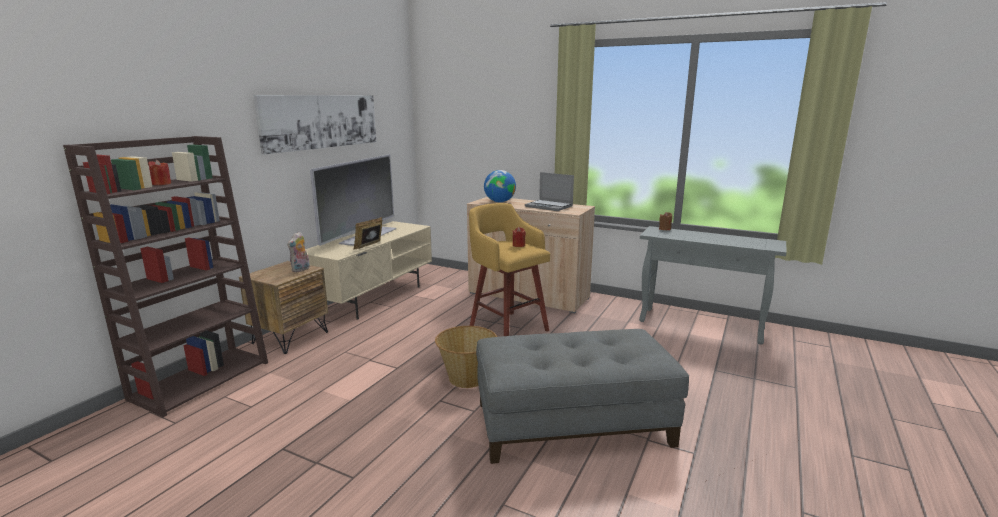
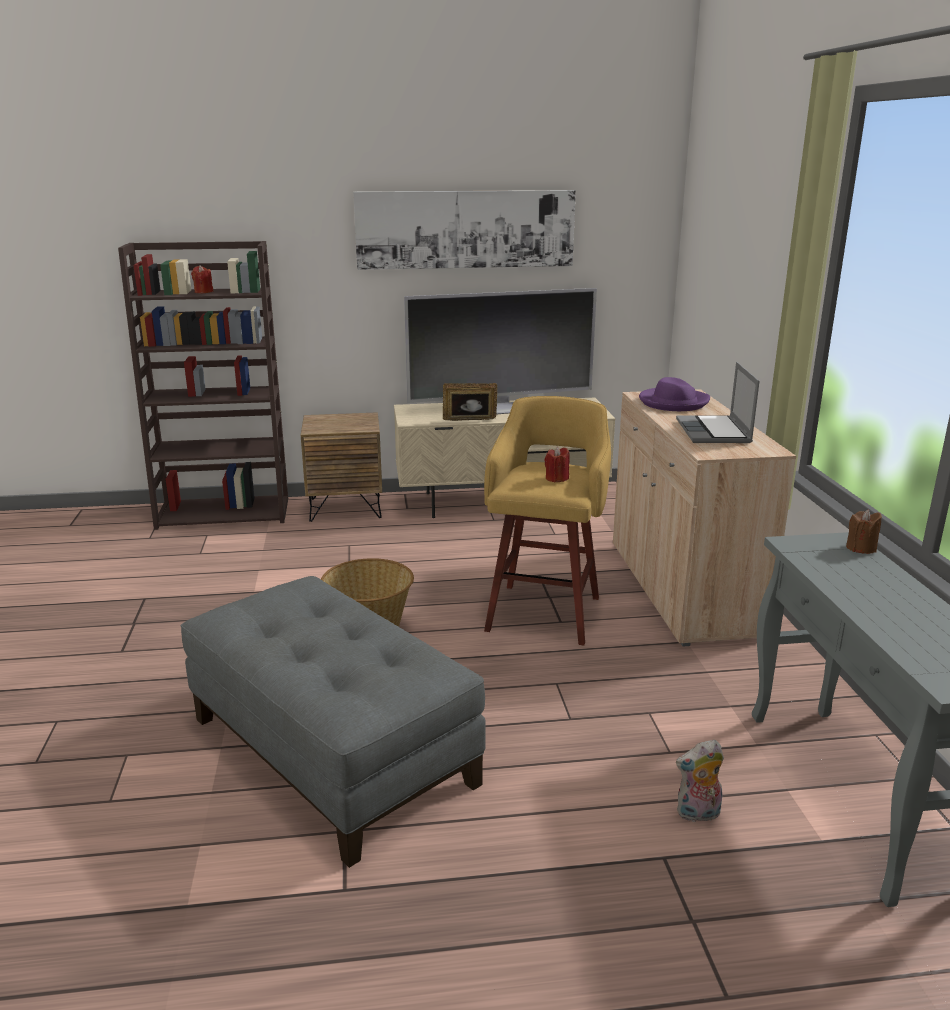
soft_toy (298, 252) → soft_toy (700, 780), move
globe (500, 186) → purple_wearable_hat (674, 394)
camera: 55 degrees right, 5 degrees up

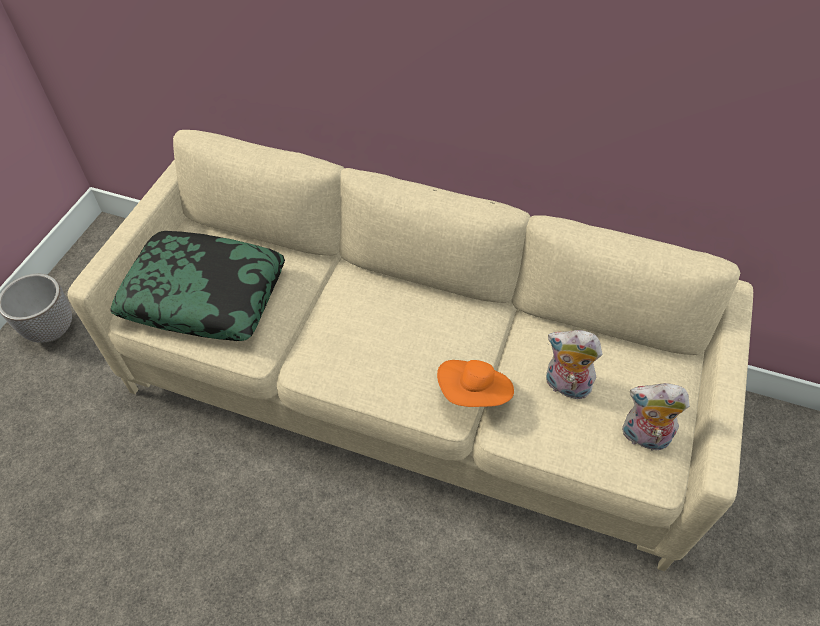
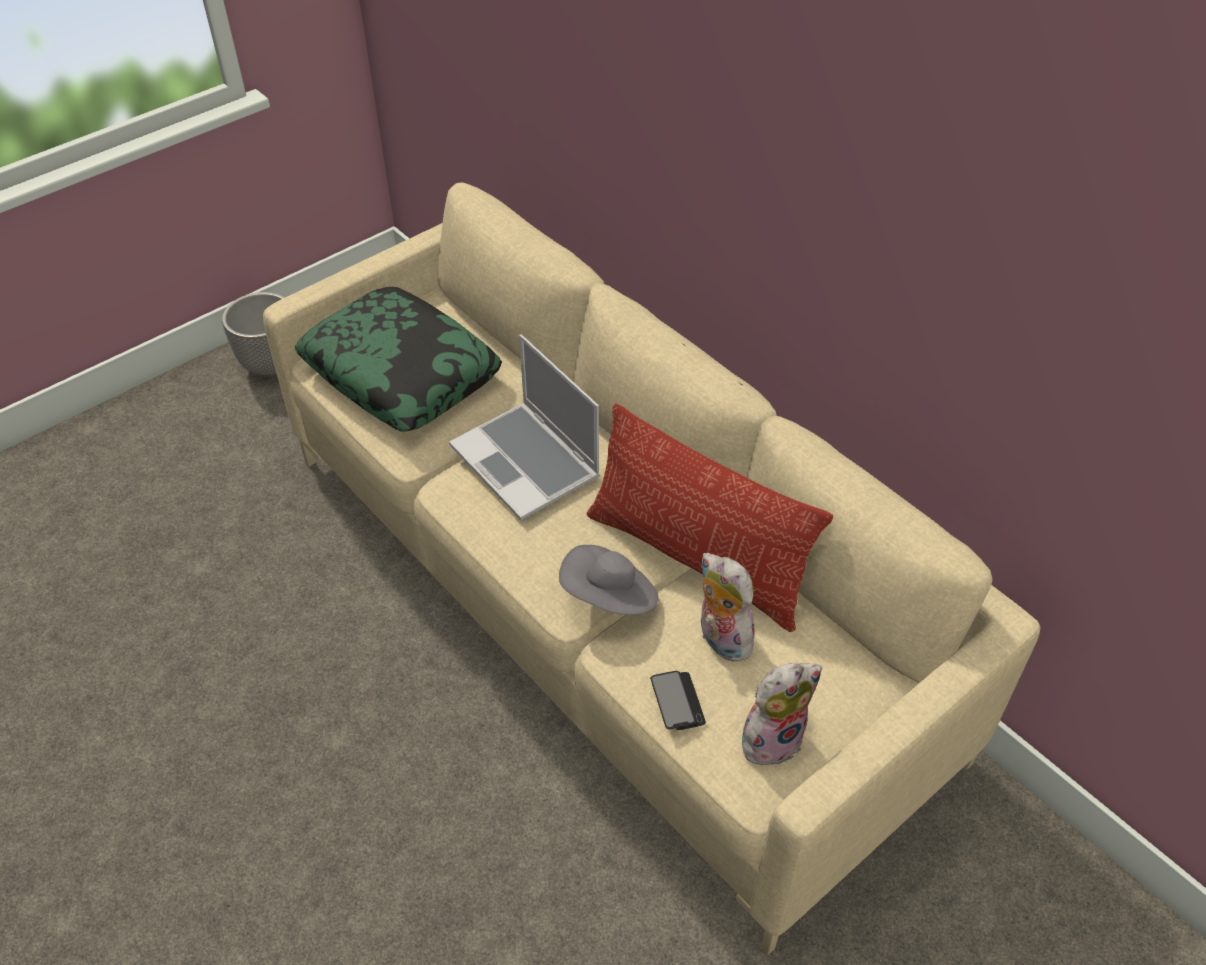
- → portable_computer (524, 427)
- → pillow (710, 517)
- → handset (678, 700)
orange-coloured_wearable_hat (475, 383) → greyish_wearable_hat (608, 580)
soft_toy (656, 416) → soft_toy (782, 714), 105 degrees clockwise
camera: 30 degrees right, 5 degrees down

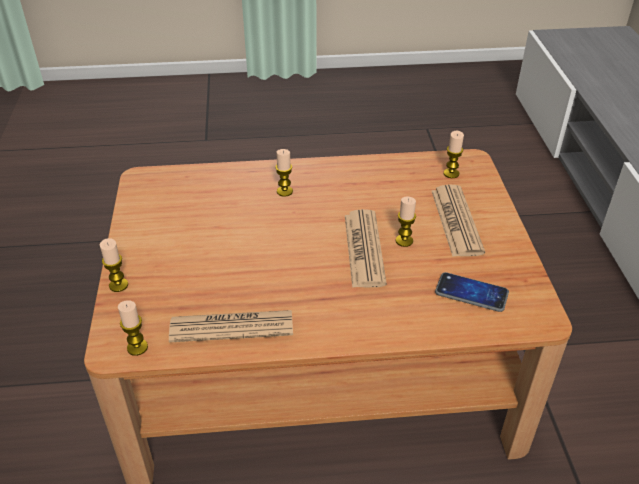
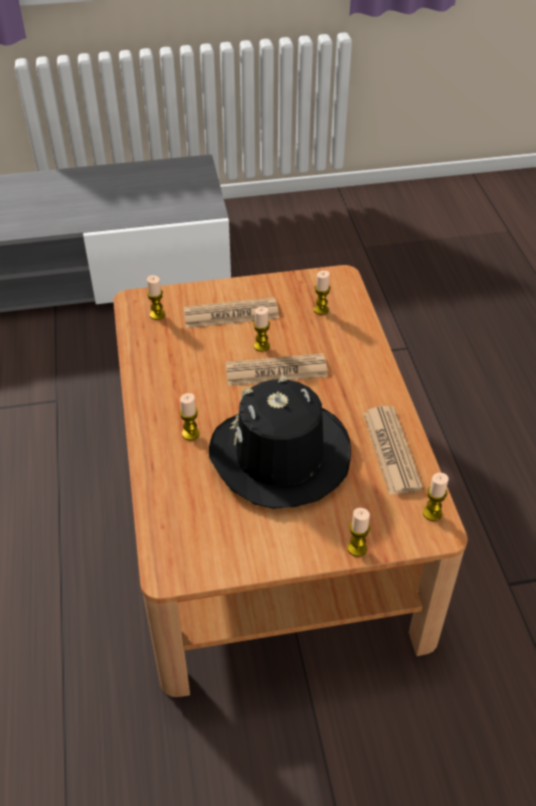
- → blackish_wearable_hat (280, 442)
handset (472, 292) → wax_light (322, 292)
camera: 95 degrees left, 5 degrees up

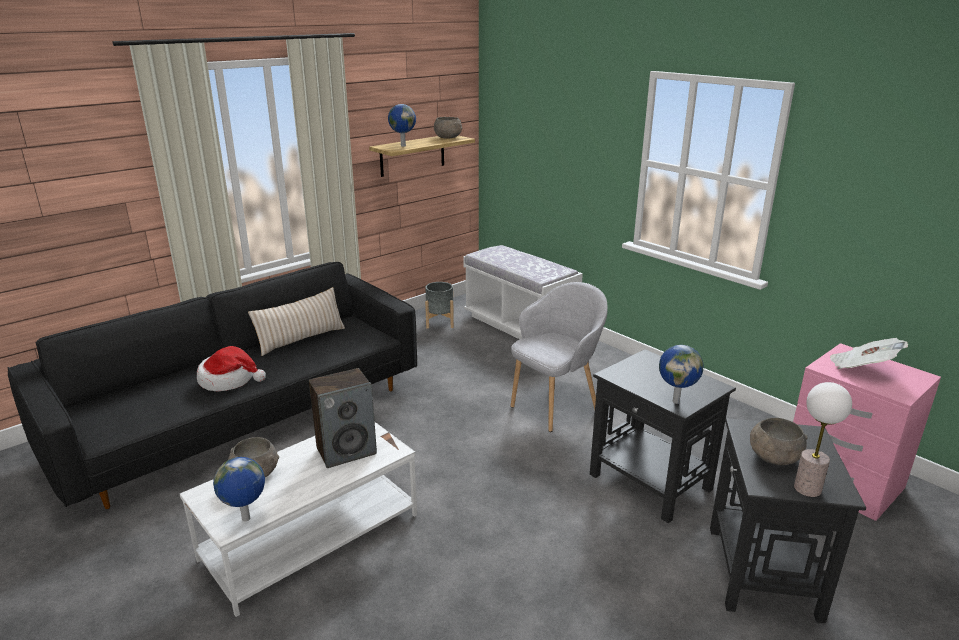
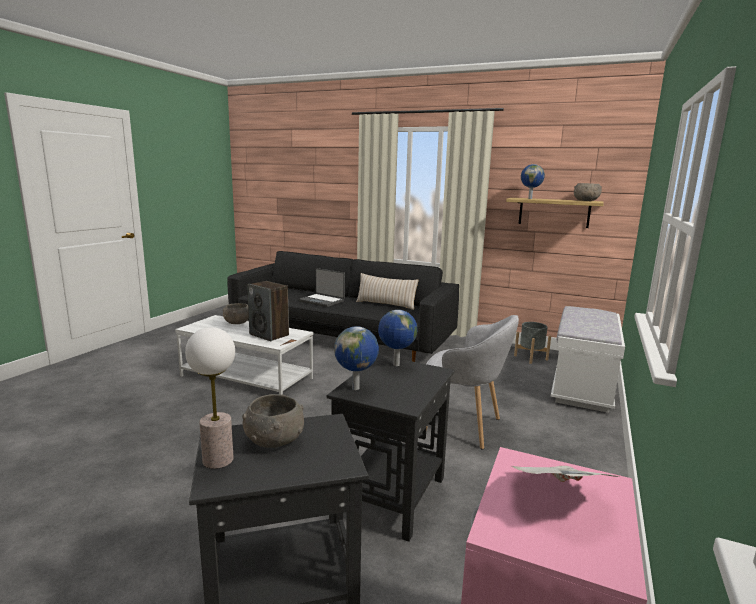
globe (239, 489) → globe (397, 338), move
wearable_hat (231, 368) → portable_computer (321, 287)
camera: 65 degrees right, 10 degrees down

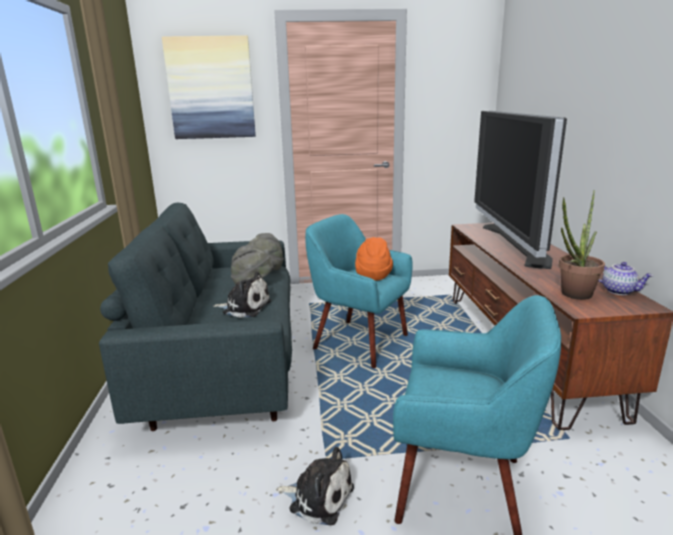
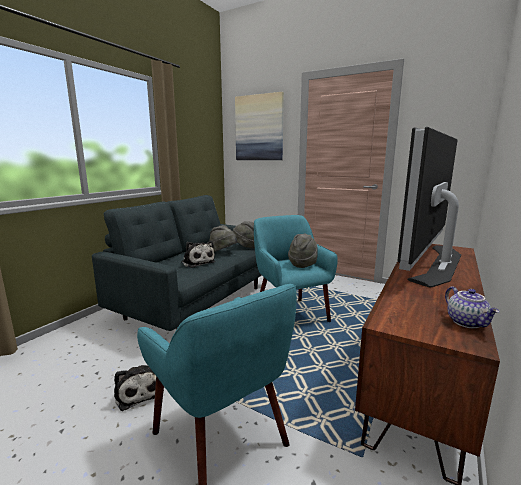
houseplant (582, 245) → -
orange-coloured_wearable_hat (374, 259) → greyish_wearable_hat (303, 250)
camera: 35 degrees right, 5 degrees down

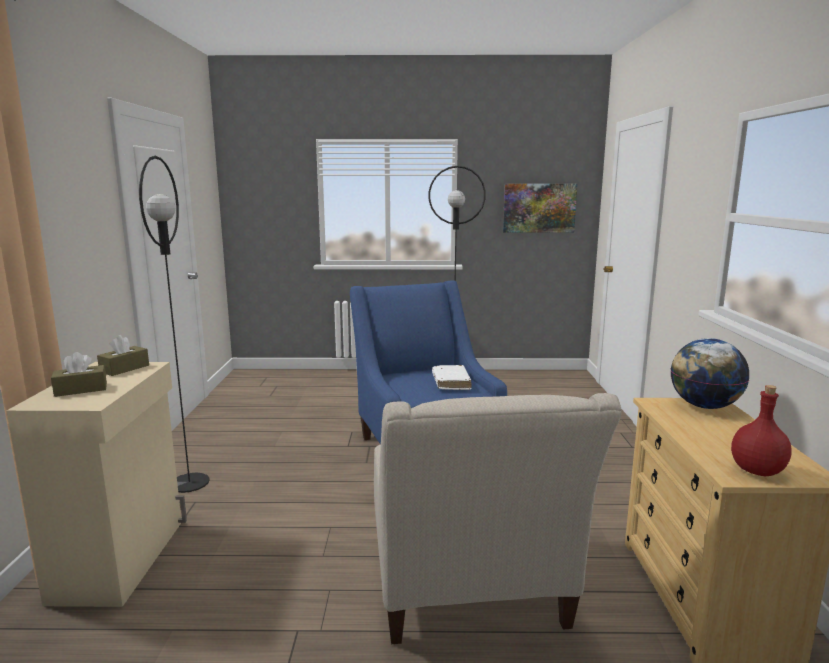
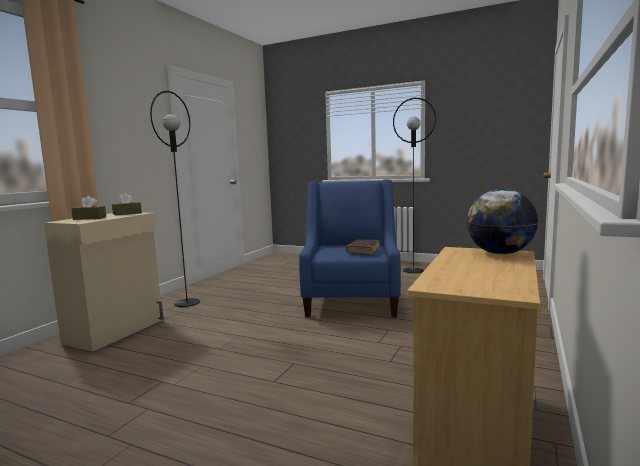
beige_easy_chair (498, 518) → -
wall_art (540, 208) → -
reddish_beverage_bottle (761, 430) → -
white_volume (452, 377) → brown-coloured_volume (363, 247)
camera: 25 degrees right, 5 degrees down

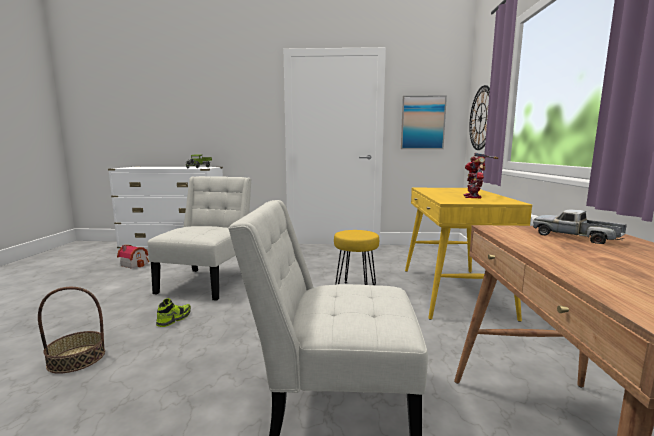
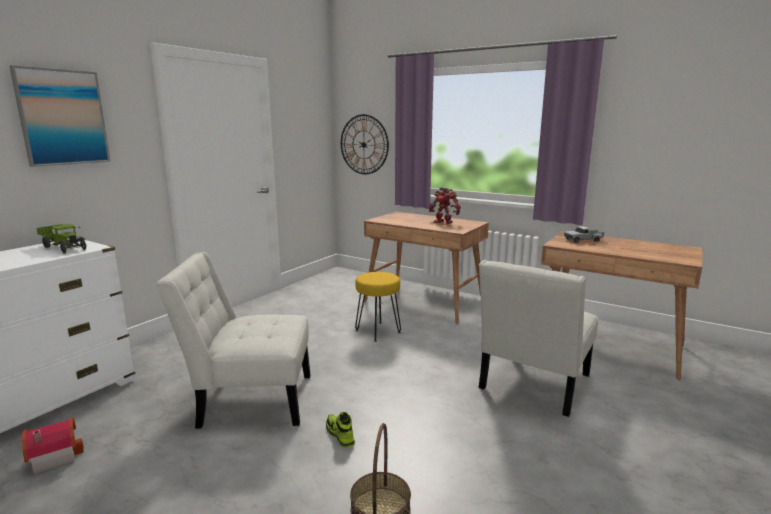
wall_art (424, 122) → wall_art (60, 116), move
yellow_desk (468, 255) → brown-coloured_desk (426, 268)
white_upright_chair (200, 238) → white_upright_chair (233, 340), 45 degrees counterclockwise
camera: 60 degrees left, 5 degrees up

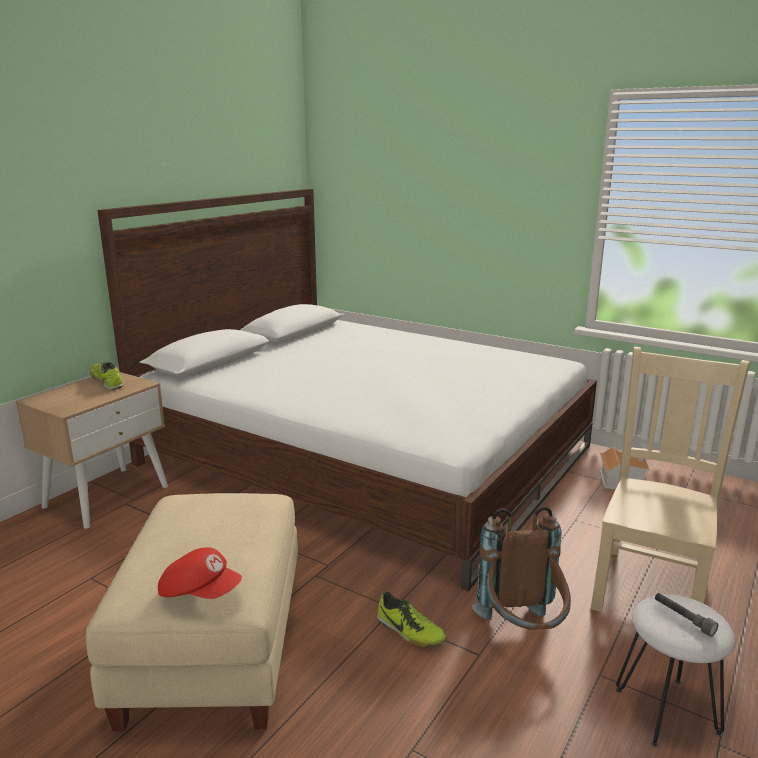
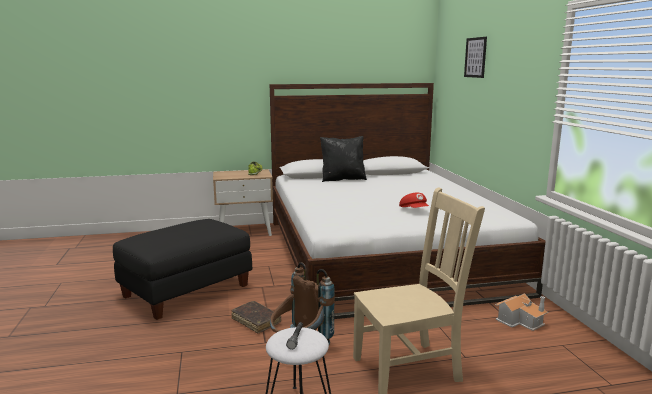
- → blackish_pillow (343, 159)
- → wall_art (475, 57)
reddish_peaked_cap (200, 573) → reddish_peaked_cap (414, 200), move
shoe (411, 619) → brown-coloured_volume (256, 317)
beige_ottoman (192, 612) → blackish_ottoman (182, 269)
camera: 45 degrees right, 5 degrees down

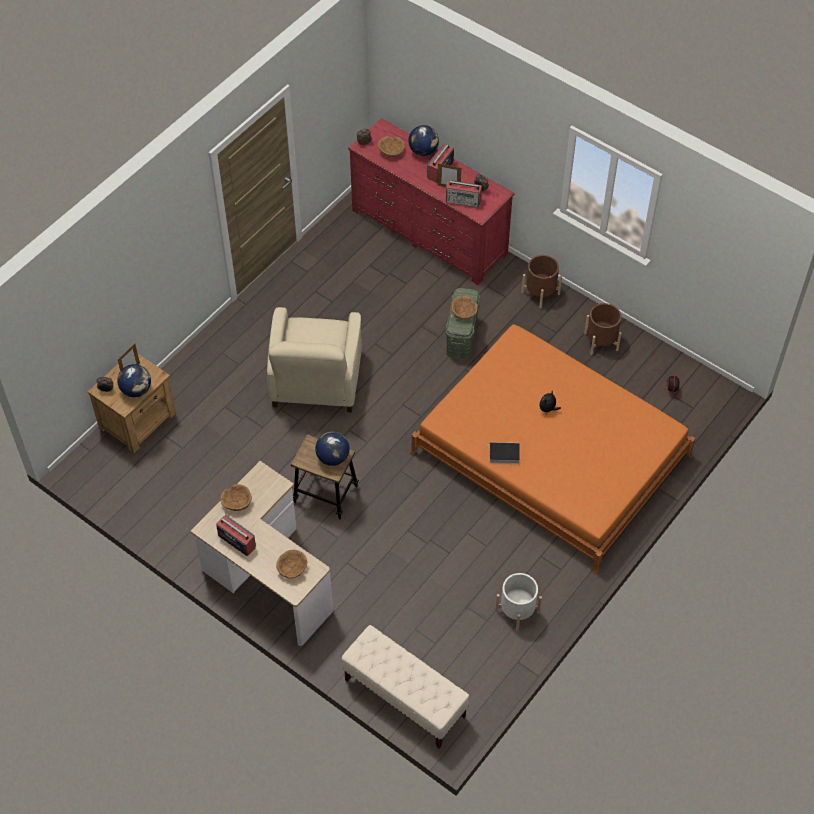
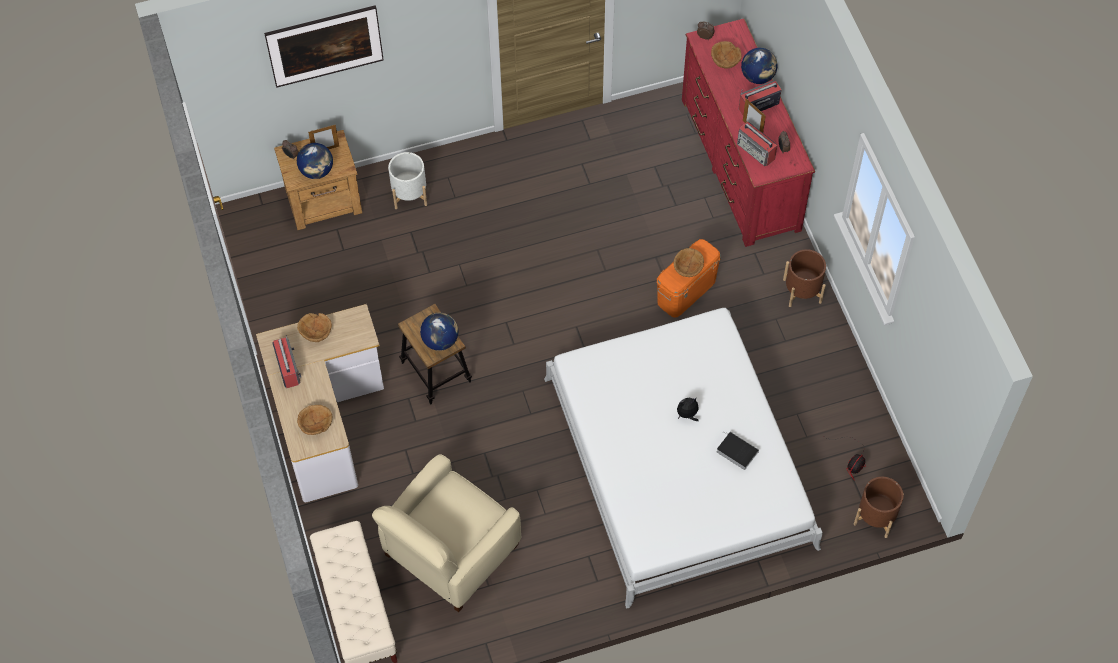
- → wall_art (324, 46)
beige_easy_chair (314, 360) → beige_easy_chair (446, 533), move
volume (502, 453) → volume (738, 450), move
white_planter (518, 602) → white_planter (407, 180), move
brown-coloured_planter (603, 329) → brown-coloured_planter (879, 507), move
orange-coloured_bedroom_bed (552, 449) → white_bedroom_bed (683, 458)
green_storage_box (463, 324) → orange-coloured_storage_box (689, 278)
camera: 35 degrees right, 5 degrees up

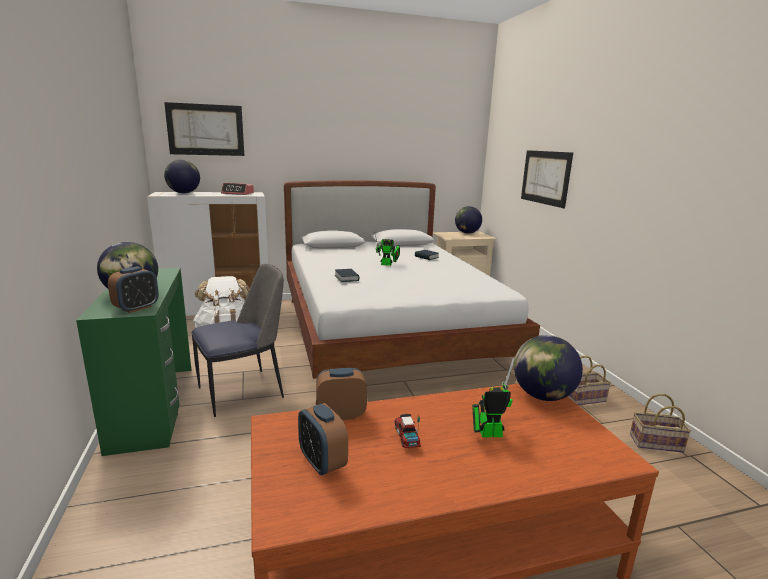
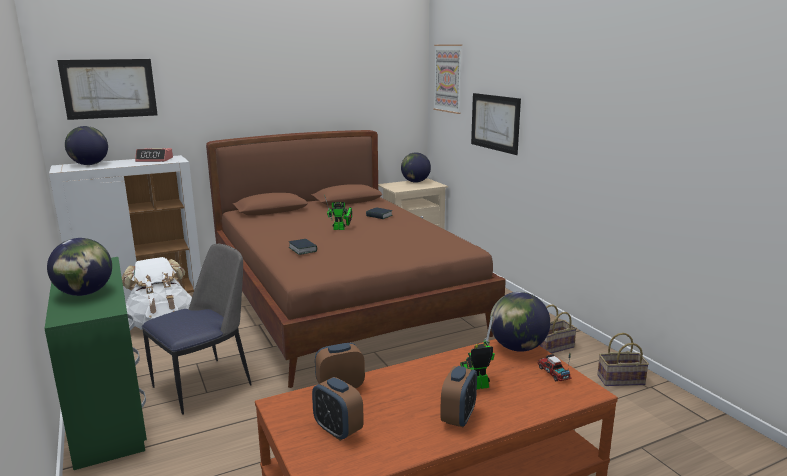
- → wall_art (447, 79)
alarm_clock (133, 289) → alarm_clock (458, 396), move
toy_truck (407, 431) → toy_truck (555, 367), move
white_bedroom_bed (412, 292) → brown-coloured_bedroom_bed (356, 259)
camera: 10 degrees left, 0 degrees up

